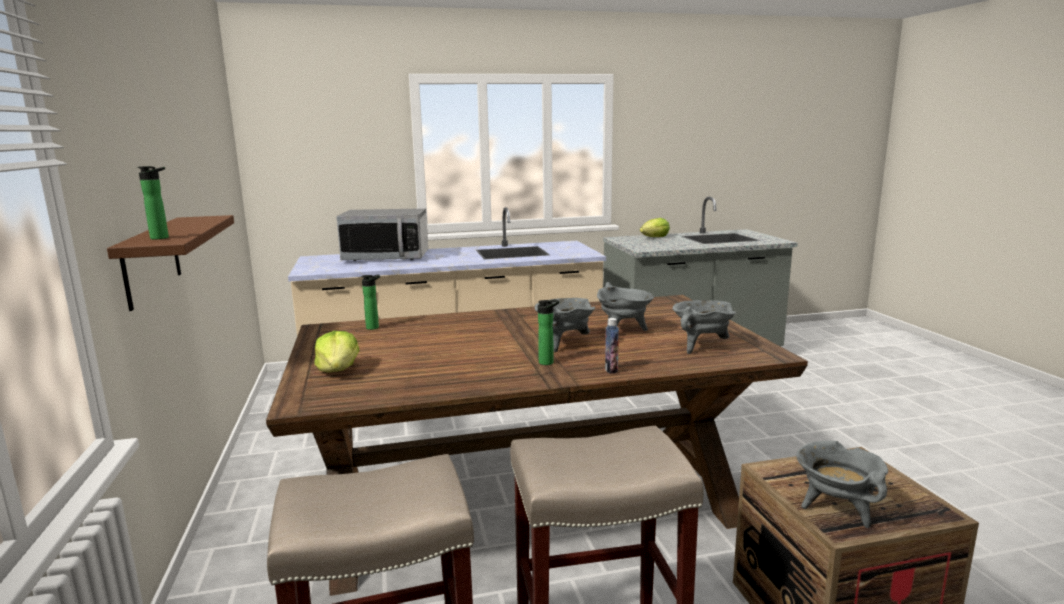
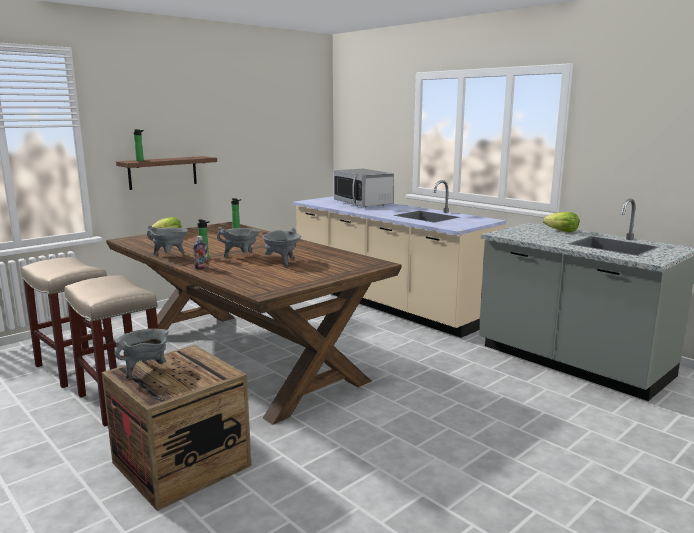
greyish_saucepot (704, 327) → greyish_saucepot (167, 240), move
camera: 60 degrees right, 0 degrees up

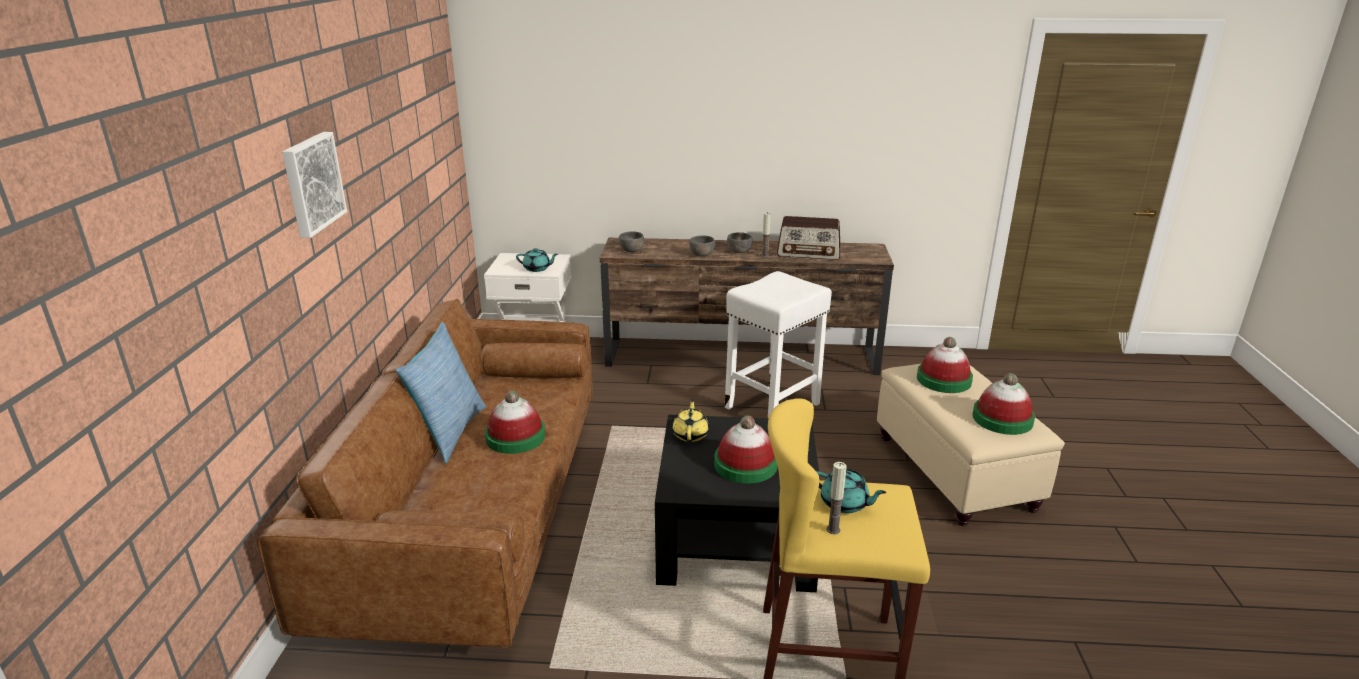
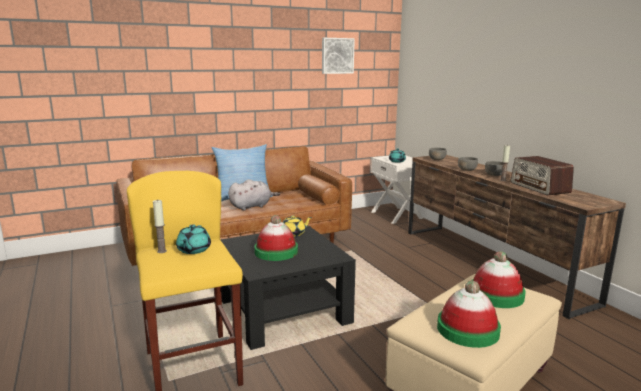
white_sitting_stool (778, 344) → -
wall_art (314, 185) → wall_art (338, 56), move
wearable_hat (515, 422) → greyish_soft_toy (254, 194)
camera: 60 degrees right, 10 degrees down

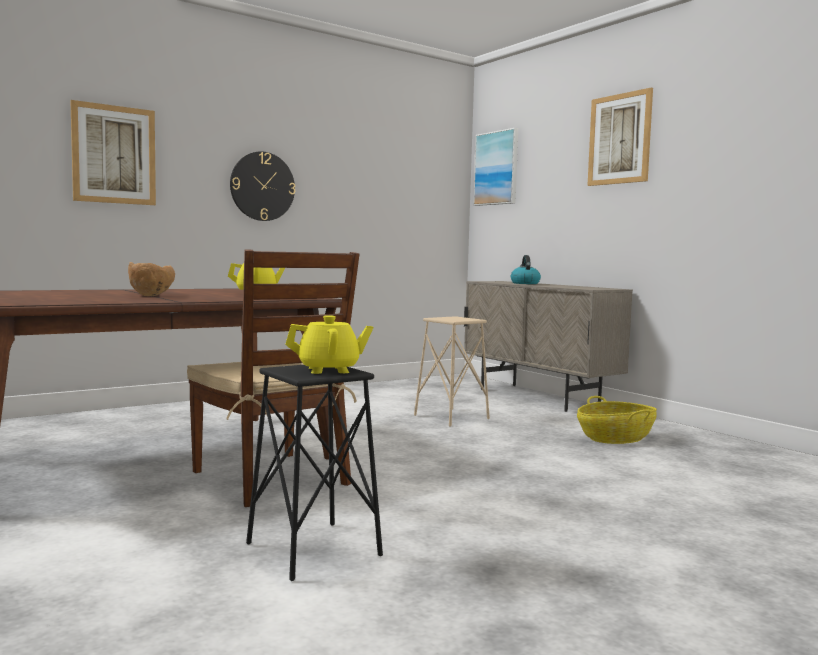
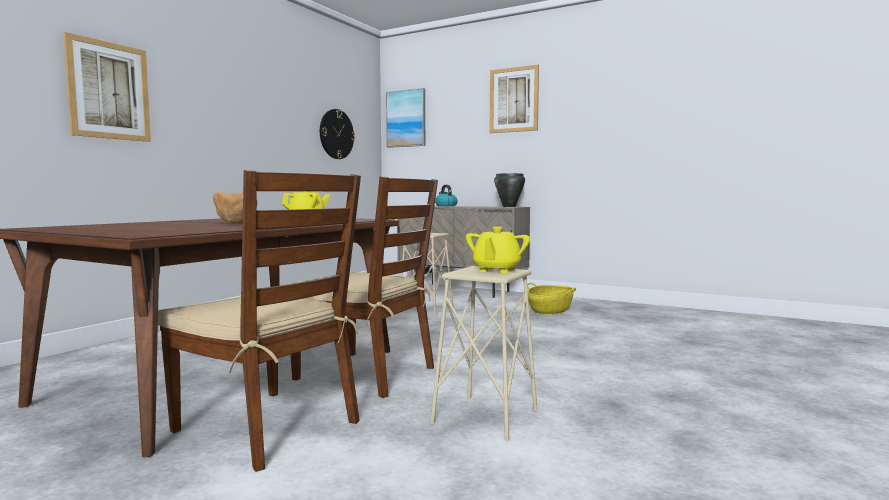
- → brown-coloured_upright_chair (259, 321)
- → blackish_saucepot (509, 190)
hanging_clock (262, 186) → hanging_clock (337, 134), move
blackish_sitting_stool (314, 473) → beige_sitting_stool (484, 354)
yellow_teapot (329, 344) → yellow_teapot (498, 249), 150 degrees clockwise
camera: 25 degrees left, 0 degrees up

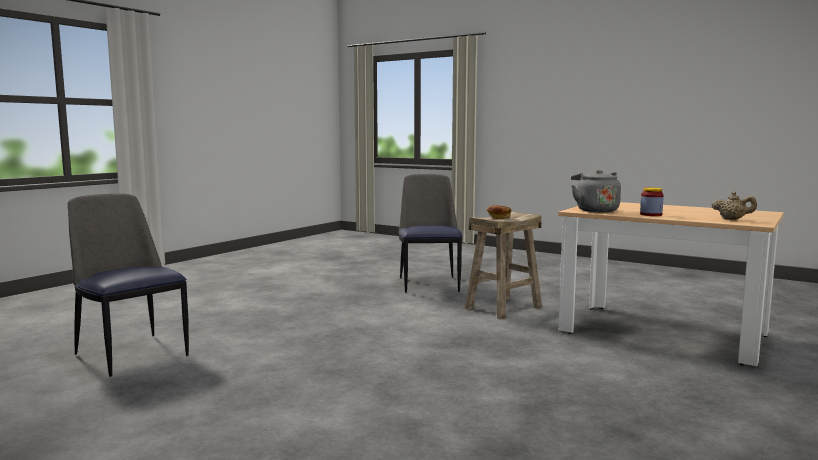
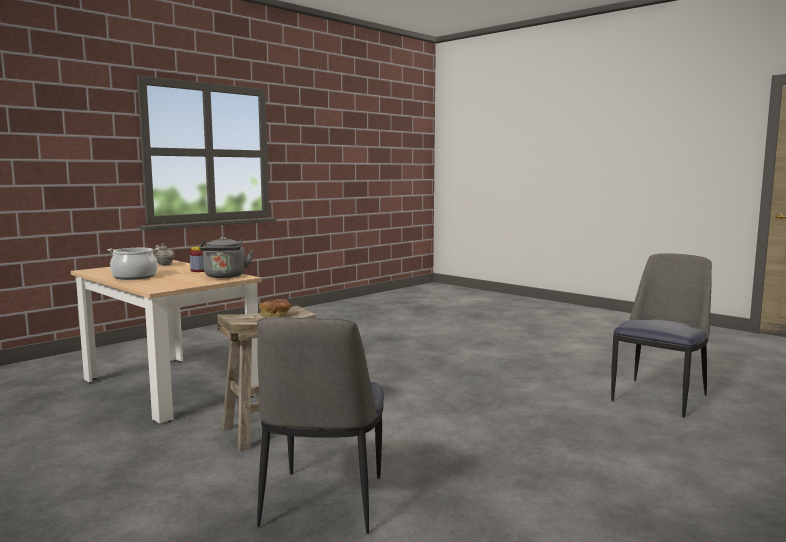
- → saucepot (133, 264)
upright_chair (128, 285) → upright_chair (661, 335), 105 degrees counterclockwise
camera: 170 degrees left, 0 degrees up

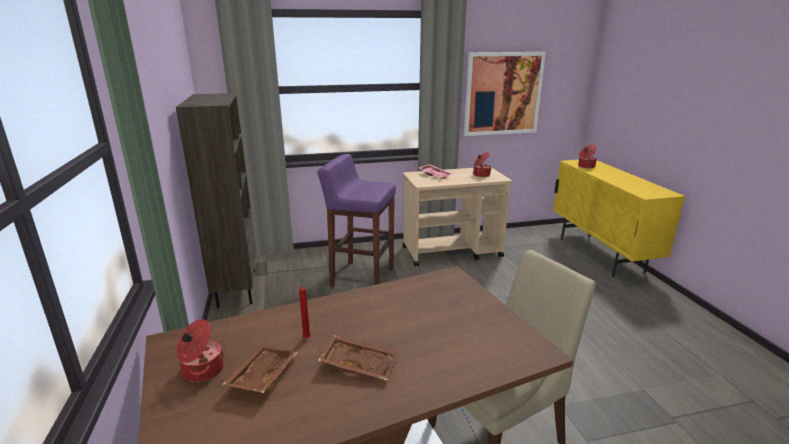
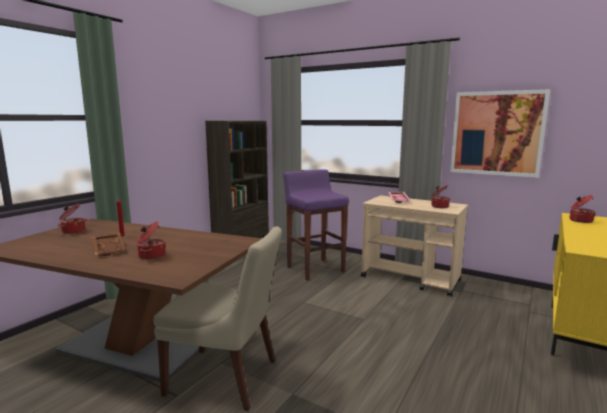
brown-coloured_carrying_tray (260, 369) → -
- → saucepot (151, 240)
camera: 45 degrees right, 10 degrees down

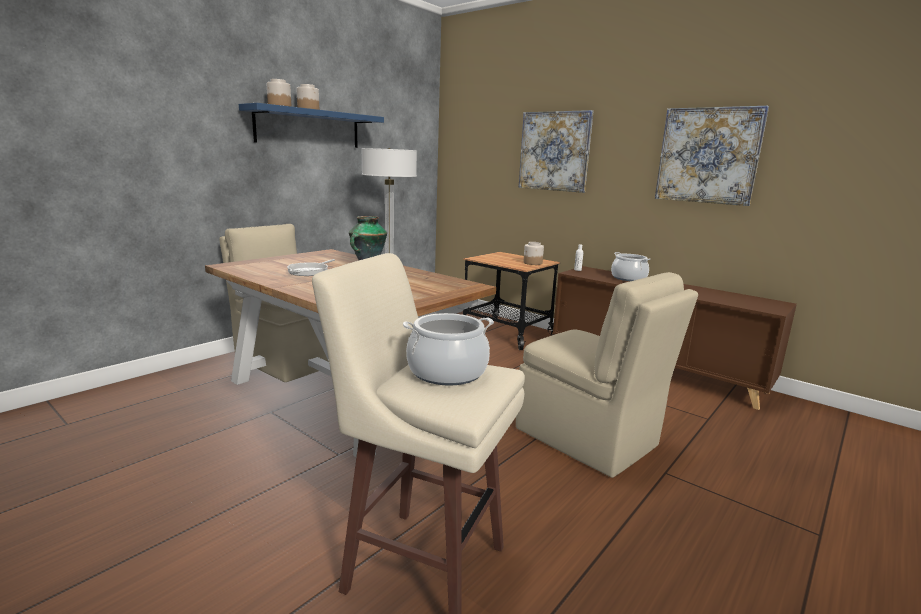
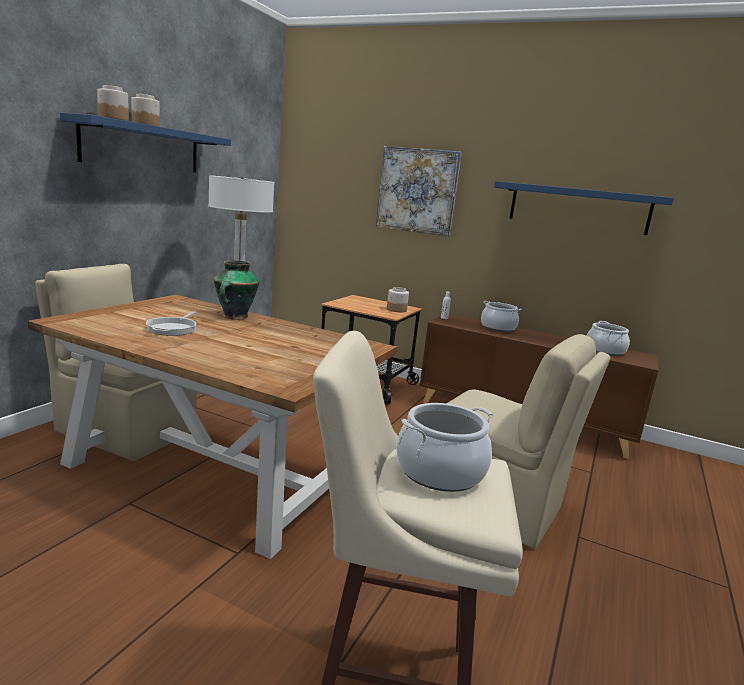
- → saucepot (608, 338)
wall_art (712, 155) → blue-coloured_wall_shelf (584, 208)
camera: 15 degrees left, 0 degrees up

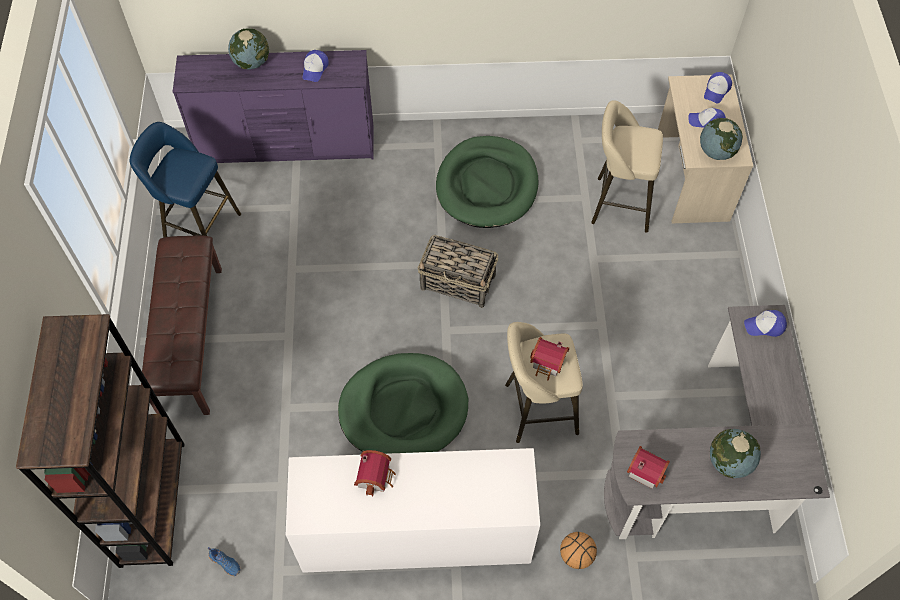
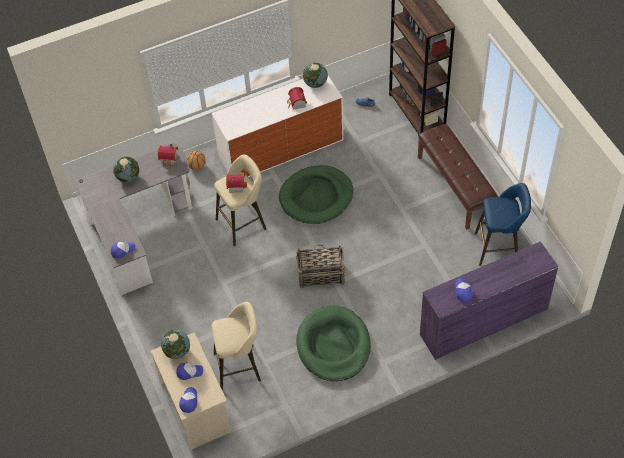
globe (248, 49) → globe (315, 75), move
camera: 160 degrees right, 5 degrees down

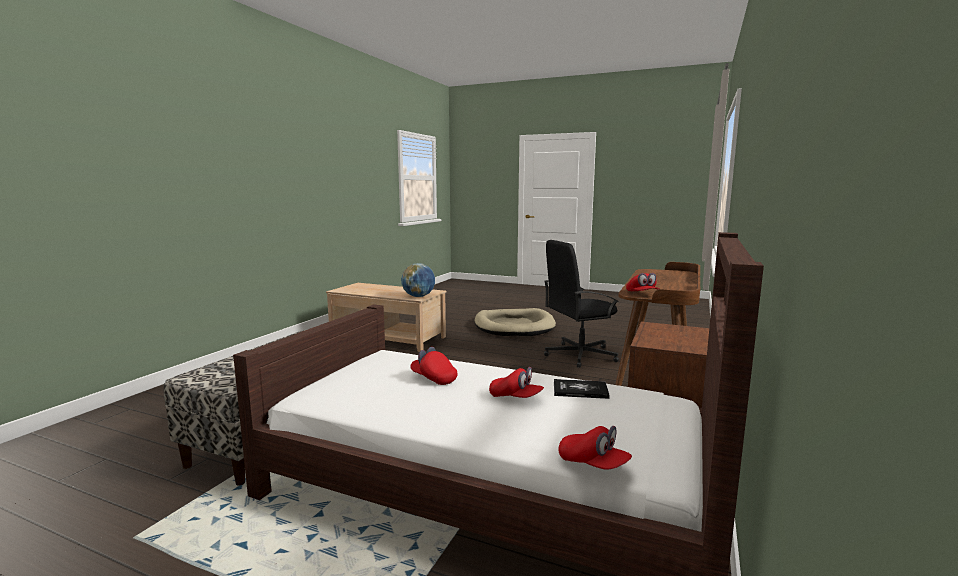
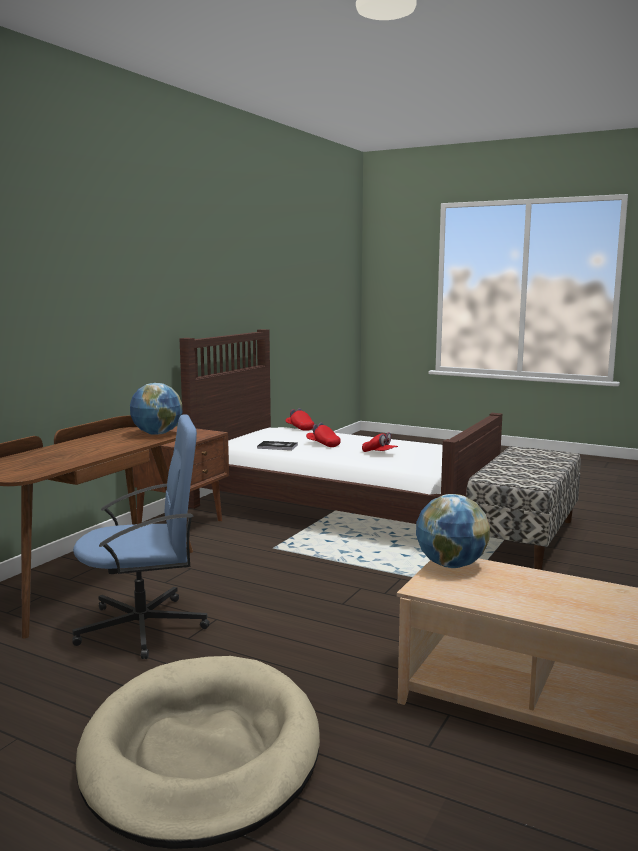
reddish_peaked_cap (643, 282) → globe (156, 409)
blackish_desk_chair (581, 304) → blue-coloured_desk_chair (141, 536)
camera: 175 degrees left, 0 degrees up

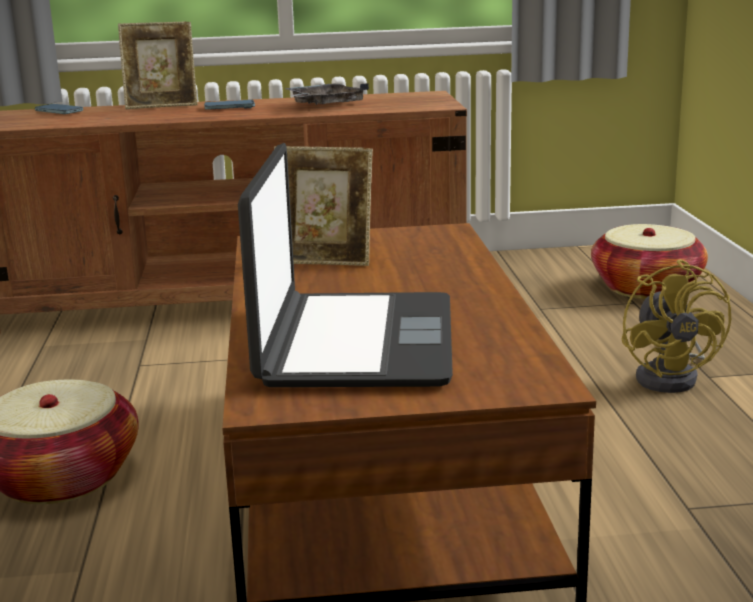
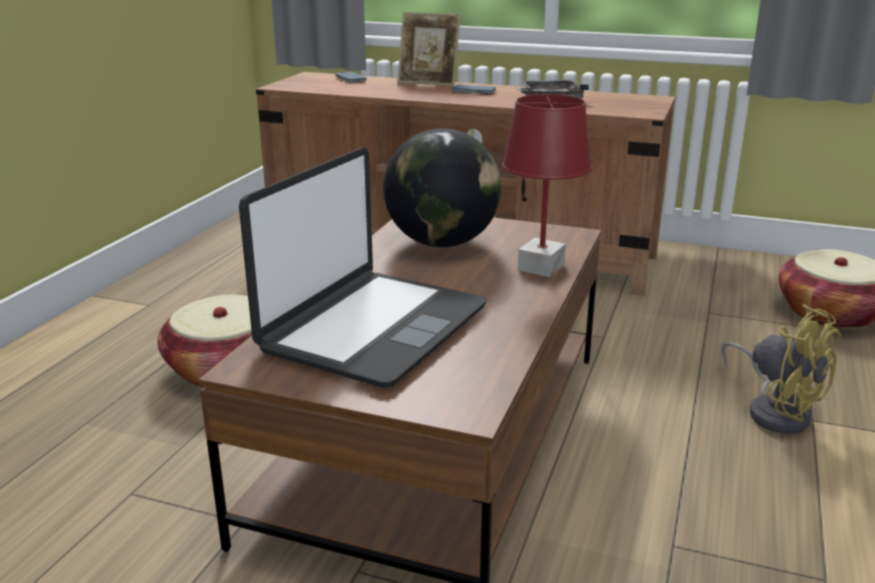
- → reddish_table_lamp (547, 185)
standing_frame (323, 206) → globe (442, 187)
yellow_electric_fan (676, 326) → yellow_electric_fan (781, 369), 60 degrees counterclockwise
camera: 25 degrees right, 5 degrees up

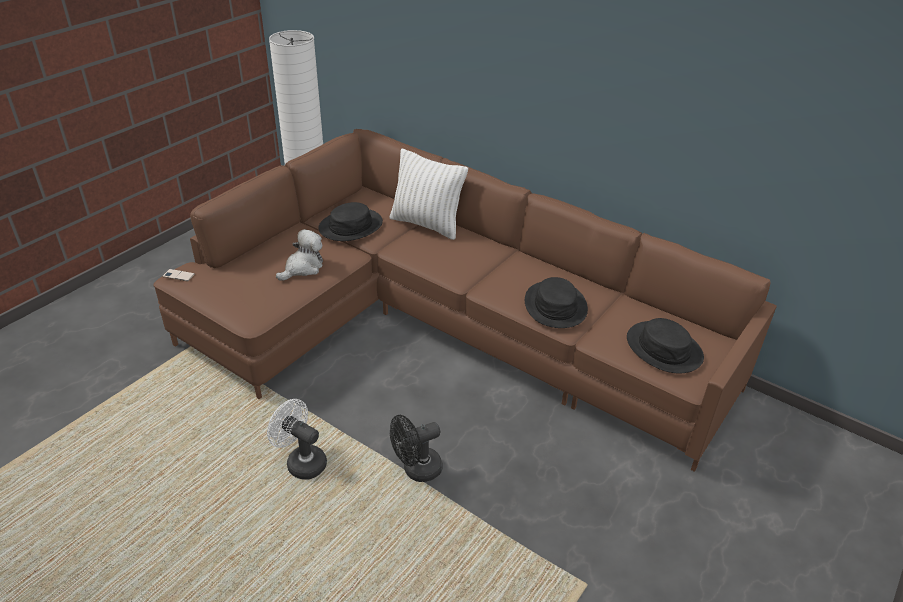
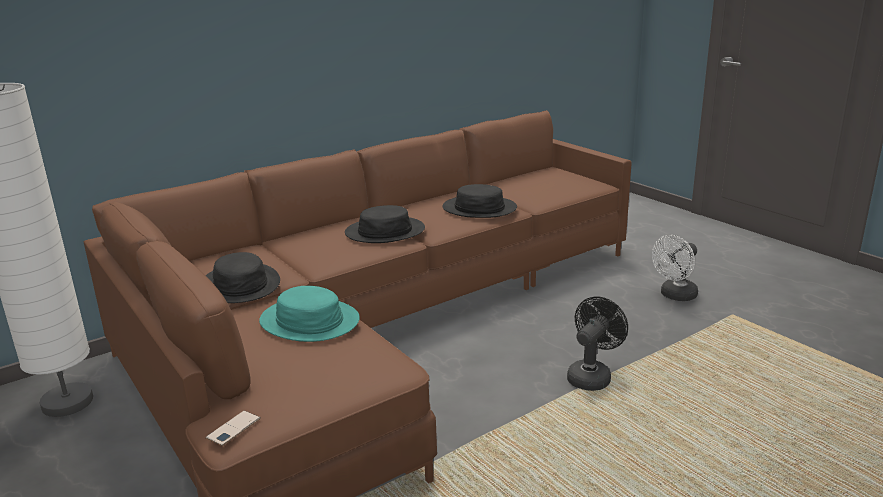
white_pillow (428, 194) → -
white_electric_fan (297, 439) → white_electric_fan (675, 268), move
blackish_wearable_hat (665, 346) → blackish_wearable_hat (385, 224), move
soft_toy (299, 255) → turquoise_wearable_hat (309, 314)
blackish_electric_fan (416, 448) → blackish_electric_fan (597, 344), 135 degrees counterclockwise
camera: 70 degrees left, 15 degrees down

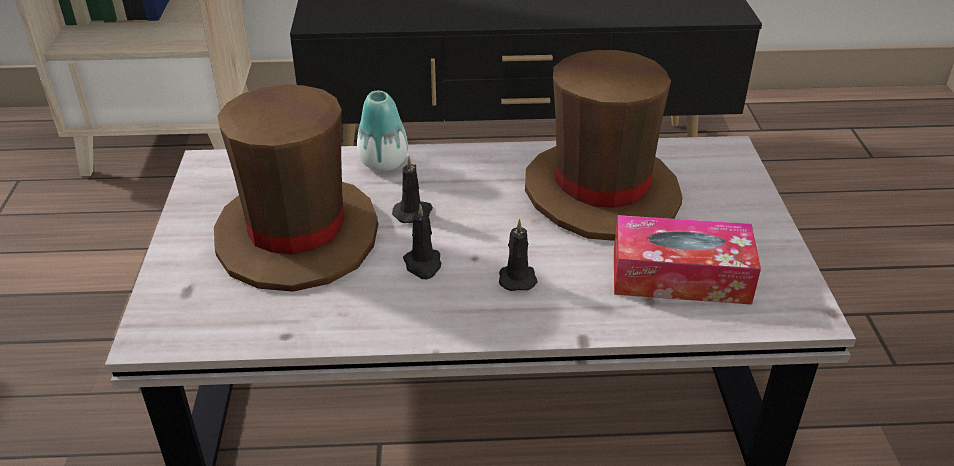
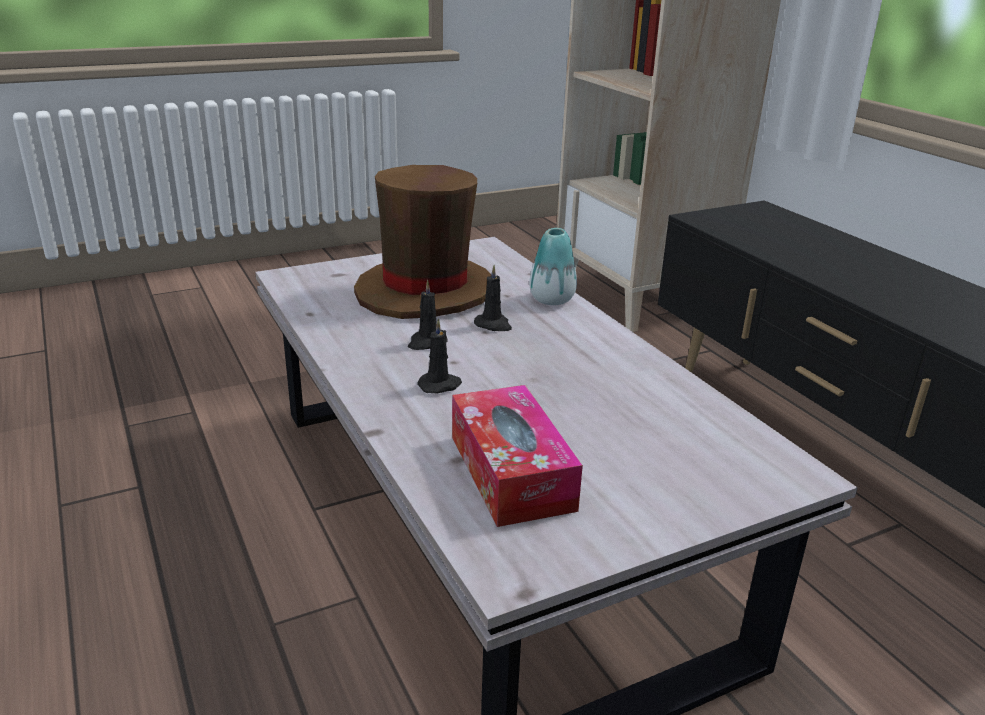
brown-coloured_wearable_hat (604, 145) → -
camera: 65 degrees right, 10 degrees down

